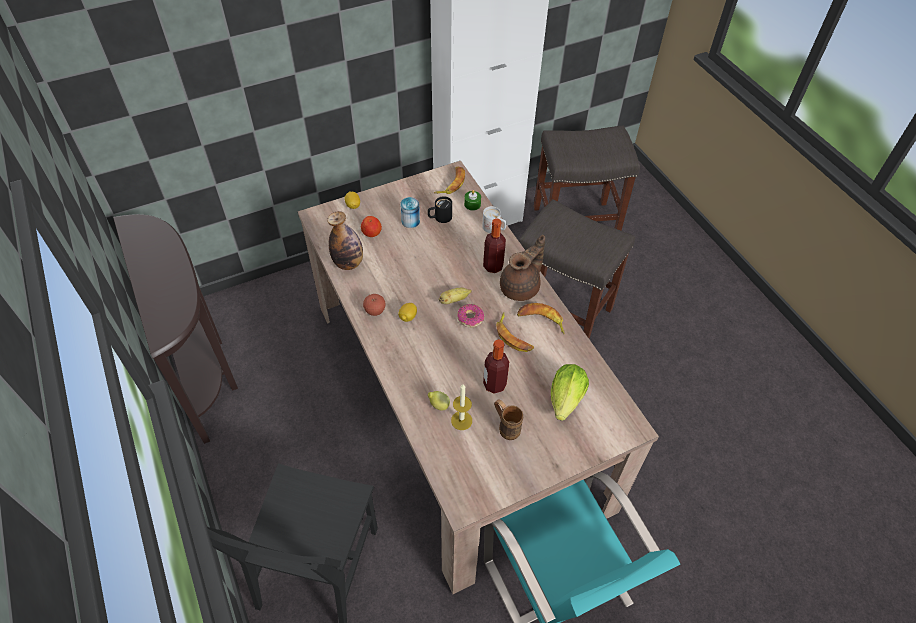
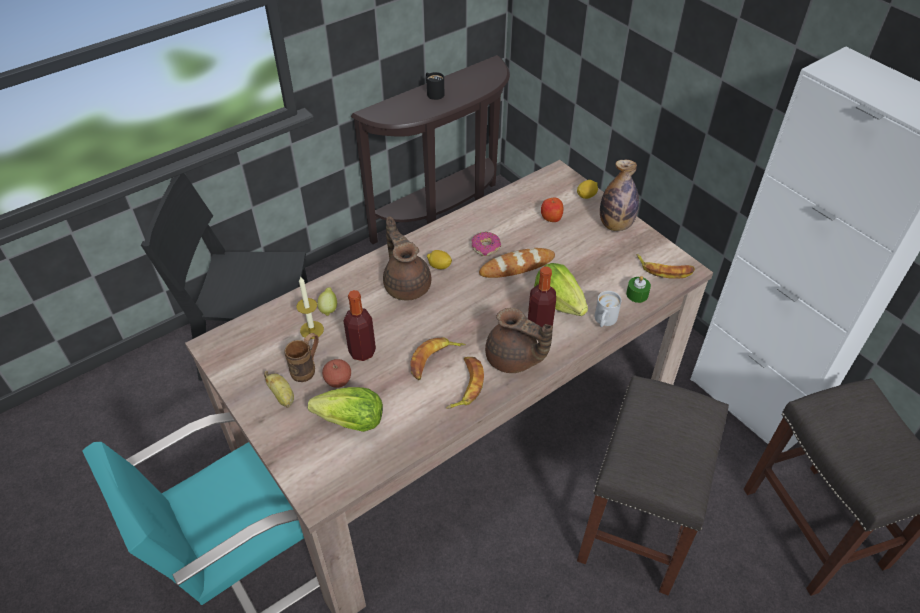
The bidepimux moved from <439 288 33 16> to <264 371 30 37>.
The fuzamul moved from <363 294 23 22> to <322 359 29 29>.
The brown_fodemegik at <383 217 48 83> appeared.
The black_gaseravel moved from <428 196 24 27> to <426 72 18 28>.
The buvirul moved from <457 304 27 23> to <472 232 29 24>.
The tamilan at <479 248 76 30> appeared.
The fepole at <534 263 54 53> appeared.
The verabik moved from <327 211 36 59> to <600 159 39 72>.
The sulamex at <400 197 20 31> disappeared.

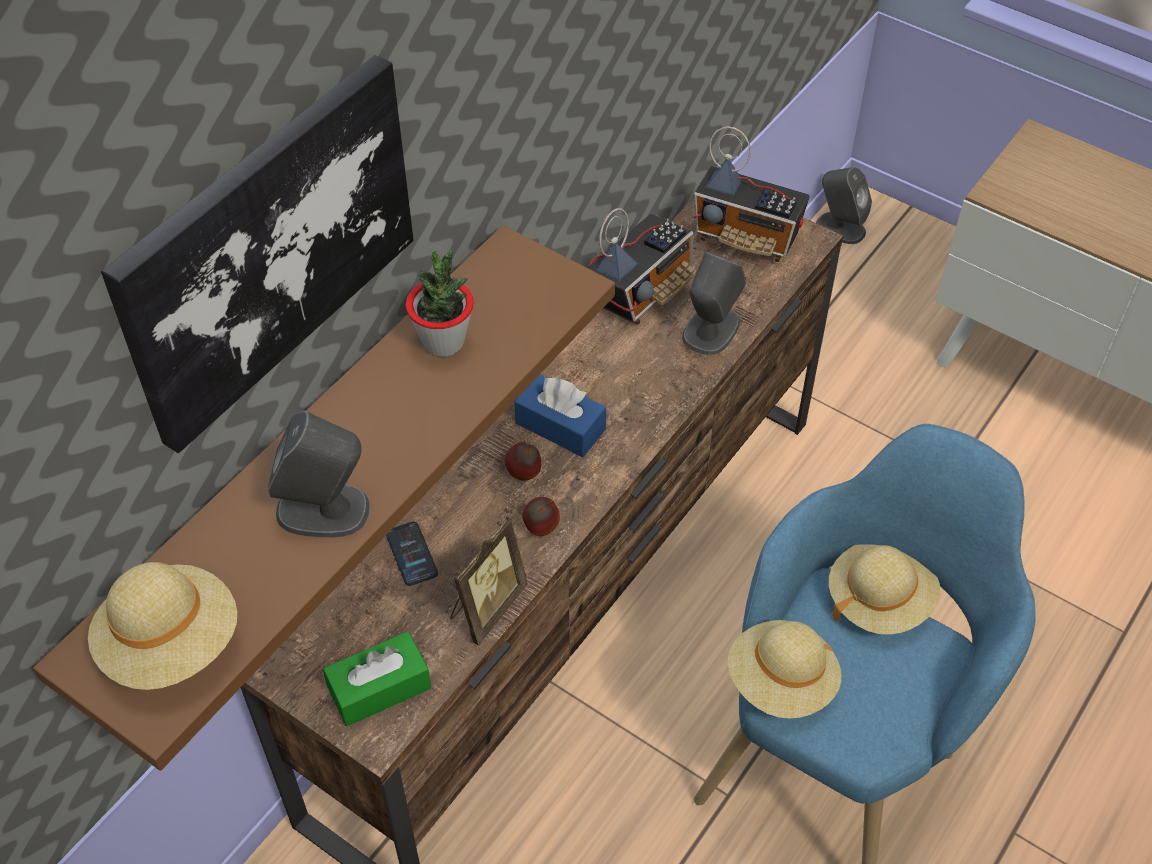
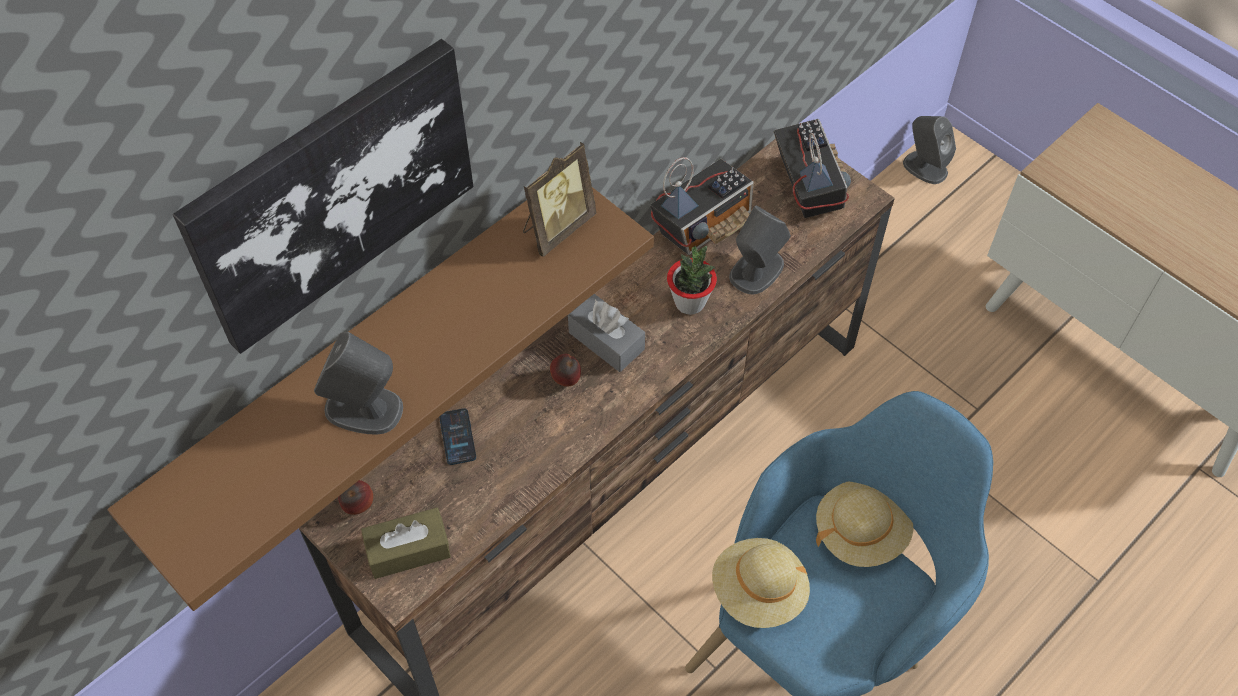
The fuzamul moved from <522 497 38 39> to <338 480 35 35>.
The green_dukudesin at <323 631 108 95> became the brown_dukudesin at <361 508 90 71>.
The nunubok moved from <450 517 77 128> to <523 142 73 115>.
The blue_dukudesin at <514 375 92 82> became the grey_dukudesin at <568 294 77 78>.
The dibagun moved from <406 250 68 107> to <667 246 50 69>.
The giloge at <693 126 117 136> turned 135 degrees counterclockwise.
The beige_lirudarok at <88 562 149 128> disappeared.

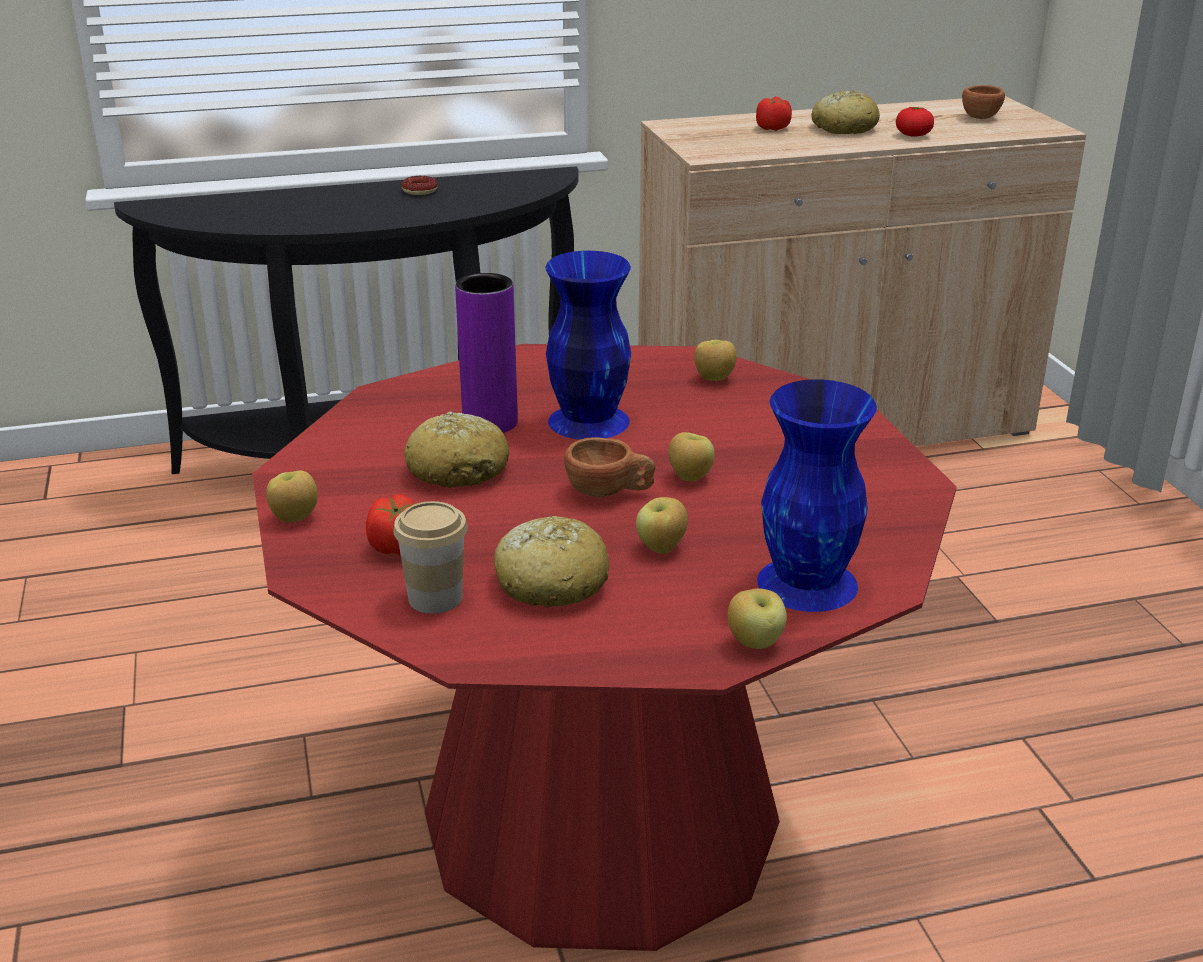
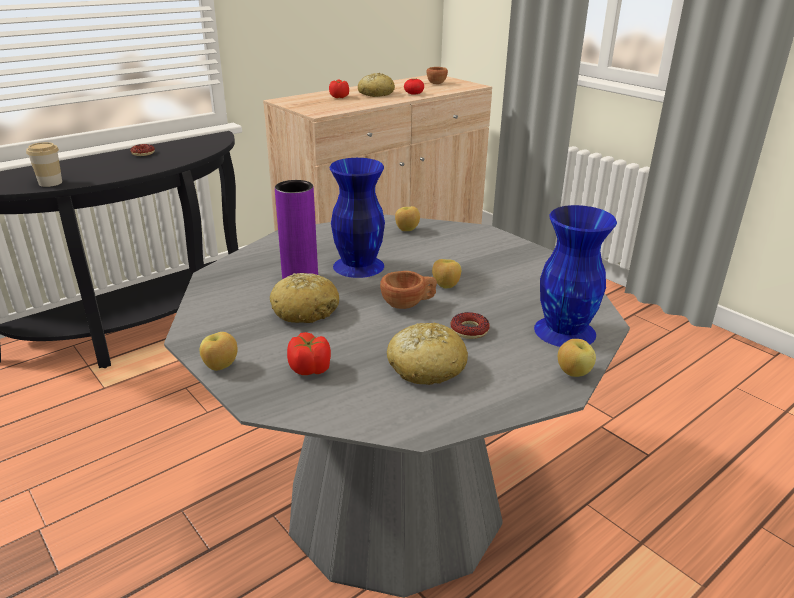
The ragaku moved from <393 501 75 113> to <26 142 36 45>.
The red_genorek at <252 344 705 607> became the grey_genorek at <164 214 466 384>.
The fuzamul at <636 497 52 57> was replaced by the buvirul at <450 312 40 27>.

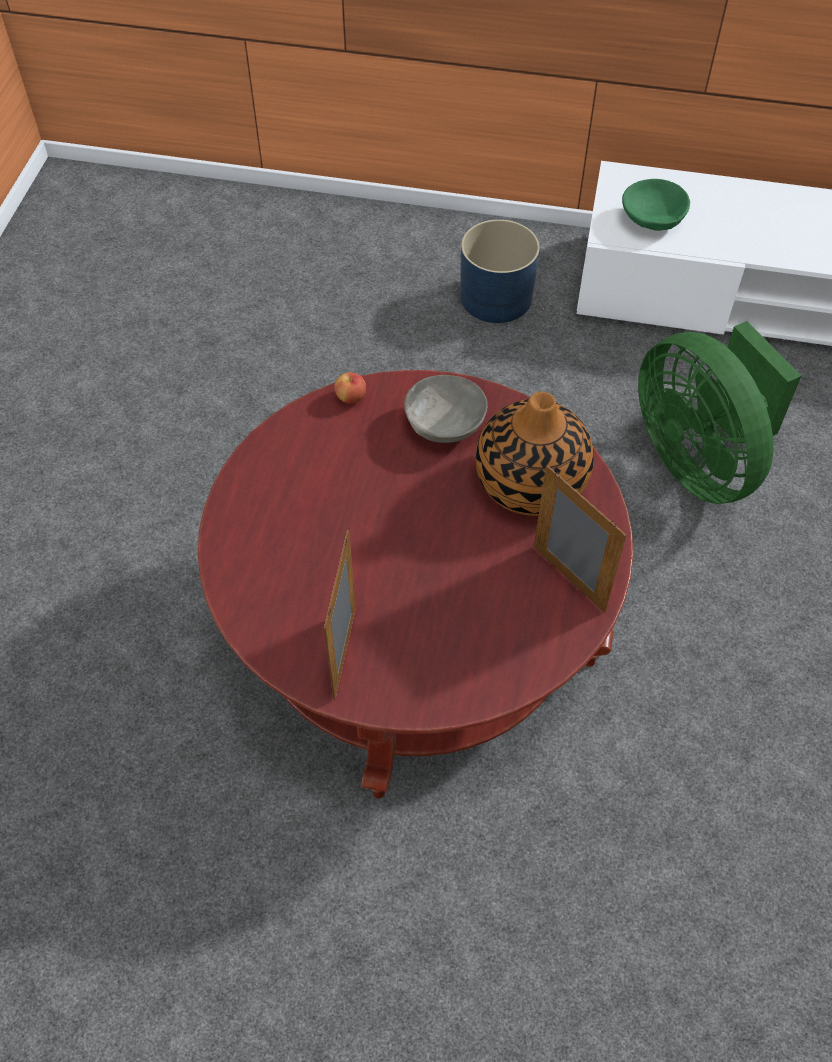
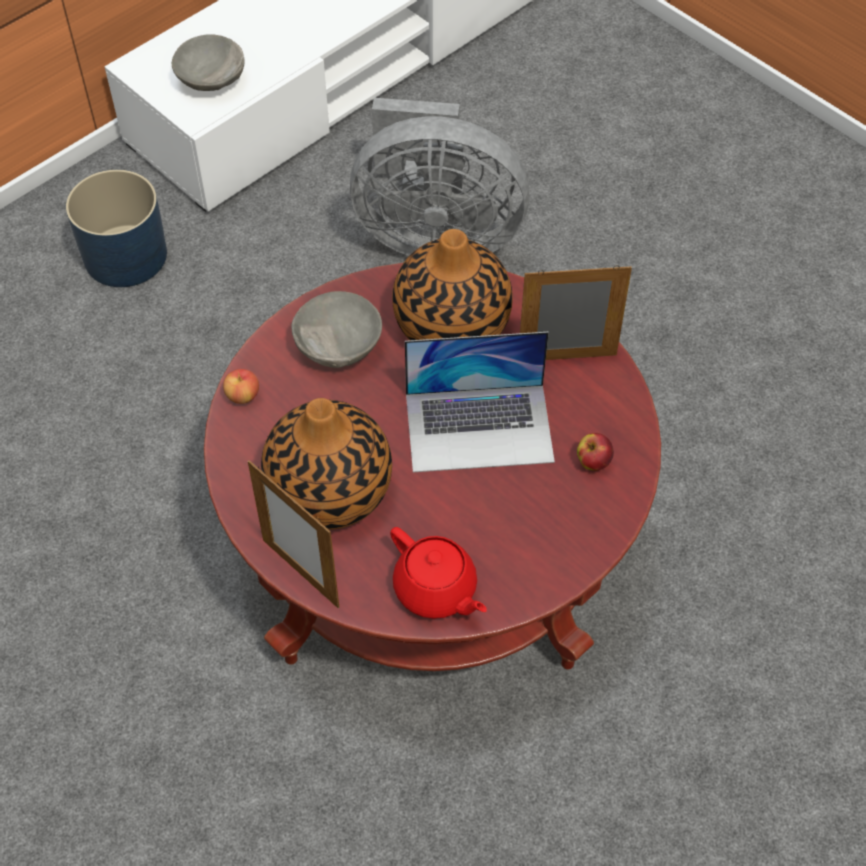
The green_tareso at <622 179 68 52> became the grey_tareso at <172 34 73 57>.
The nunubok moved from <324 530 32 170> to <248 460 91 148>.
The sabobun at <261 398 131 132> appeared.
The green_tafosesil at <638 321 163 183> became the grey_tafosesil at <350 98 180 158>.
The red_fodemegik at <390 527 97 92> appeared.
The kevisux at <405 332 150 140> appeared.
The fuzamul at <577 433 37 38> appeared.

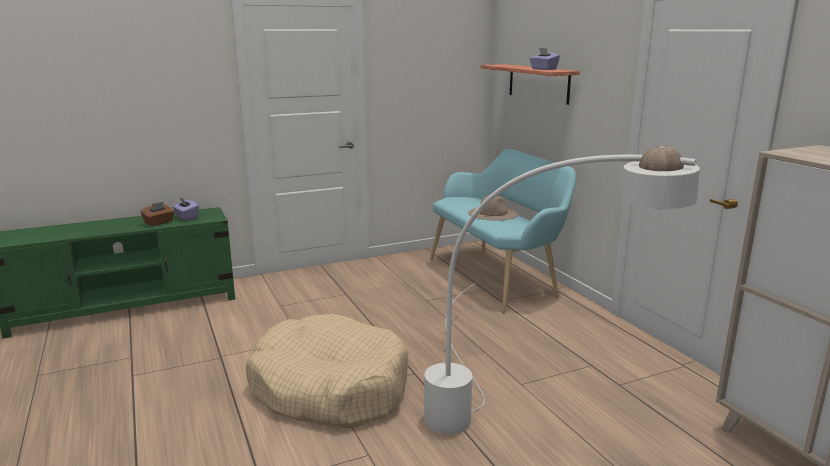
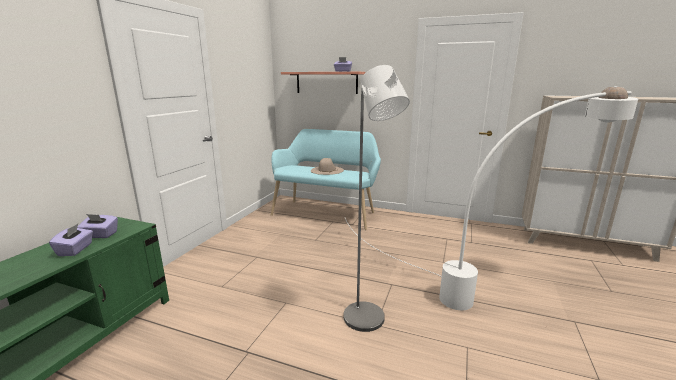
The brown_dukudesin at <140 202 34 24> became the purple_dukudesin at <49 224 44 32>.
The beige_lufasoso at <246 314 162 115> was replaced by the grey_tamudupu at <343 65 67 267>.

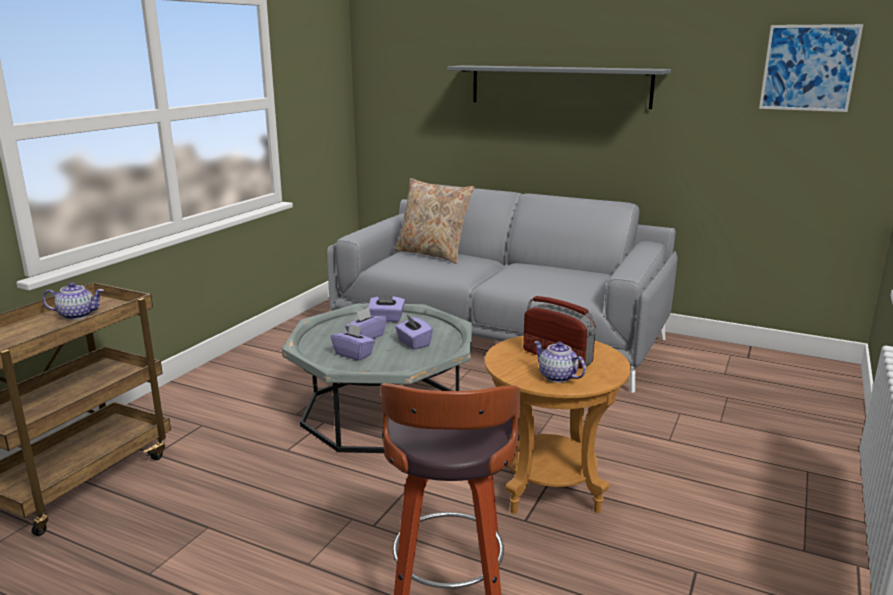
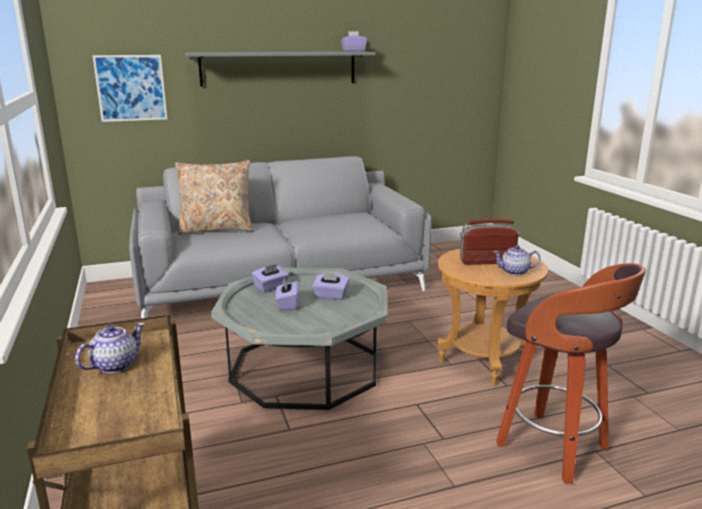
The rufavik moved from <759 24 104 88> to <92 55 75 67>.
The purple_dukudesin moved from <331 323 44 38> to <341 31 26 21>.

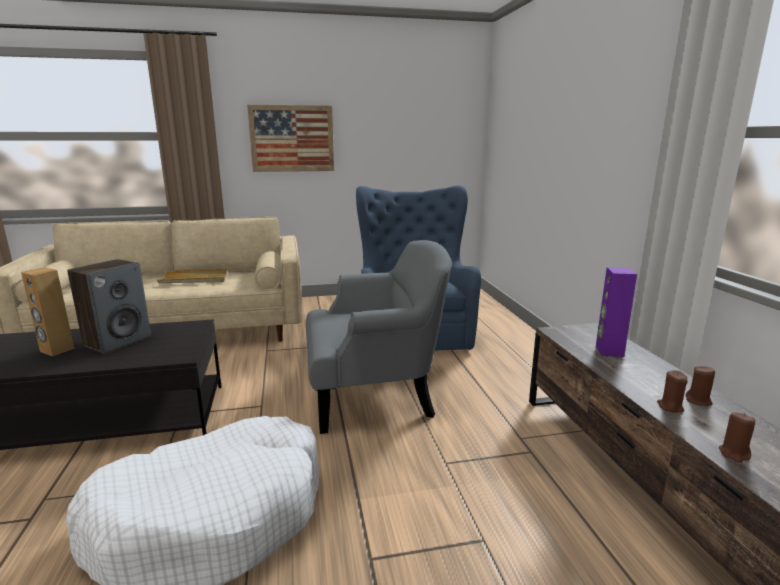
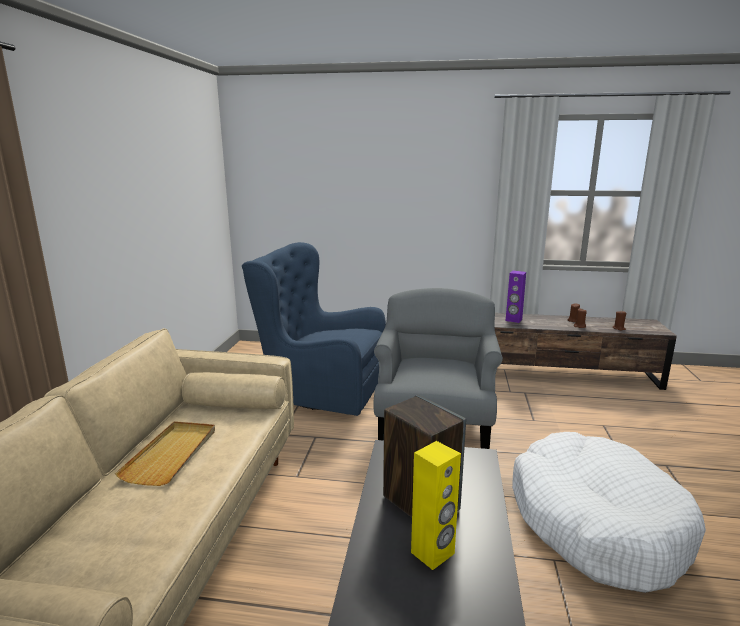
The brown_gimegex at <21 267 53 89> became the yellow_gimegex at <411 441 50 129>.
The rufavik at <247 105 87 67> disappeared.

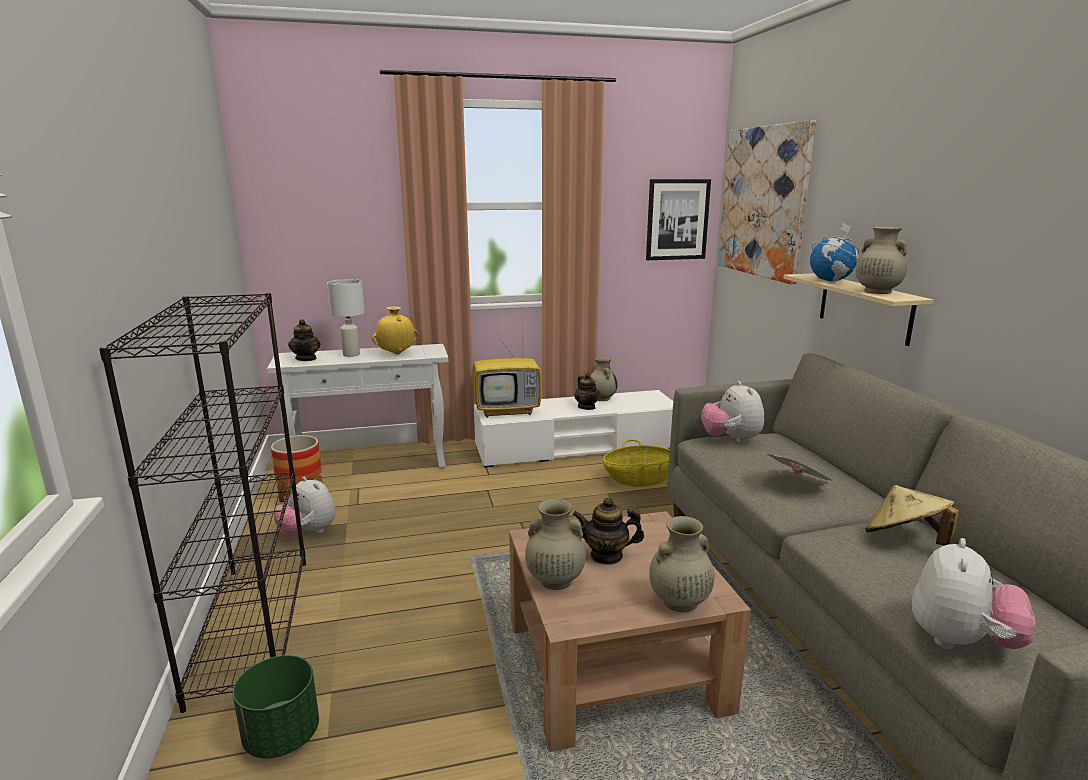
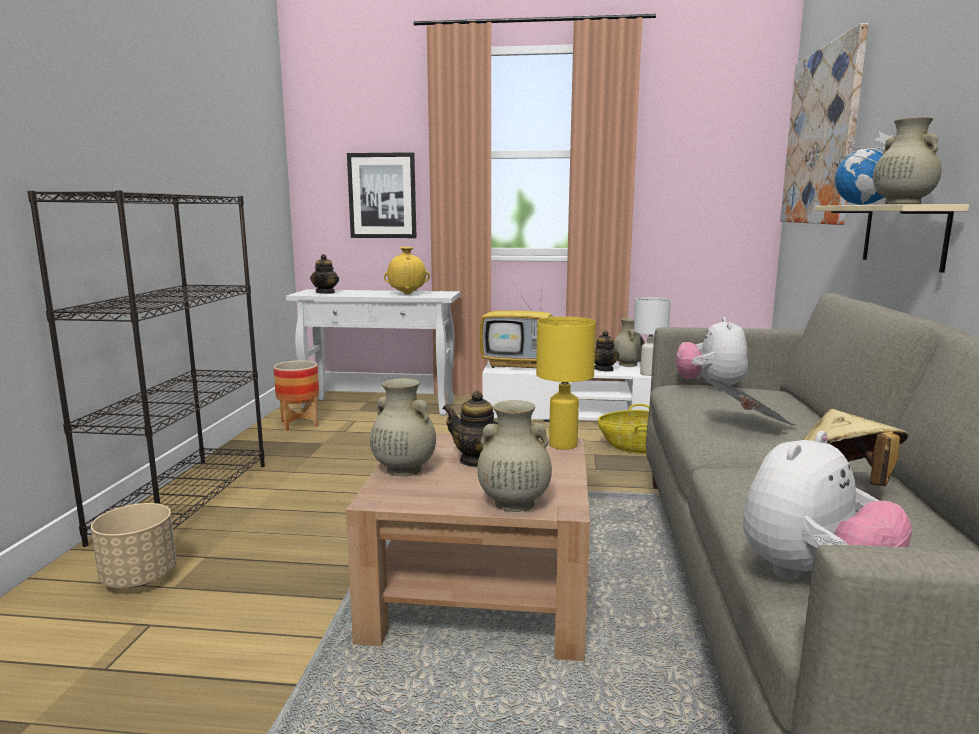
The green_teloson at <233 655 86 104> became the beige_teloson at <91 503 86 85>.
The rufavik moved from <646 179 65 81> to <347 152 70 86>.
The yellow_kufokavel at <536 317 60 133> appeared.
The white_kufokavel moved from <327 279 38 78> to <634 297 37 79>.
The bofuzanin at <274 477 62 59> disappeared.

